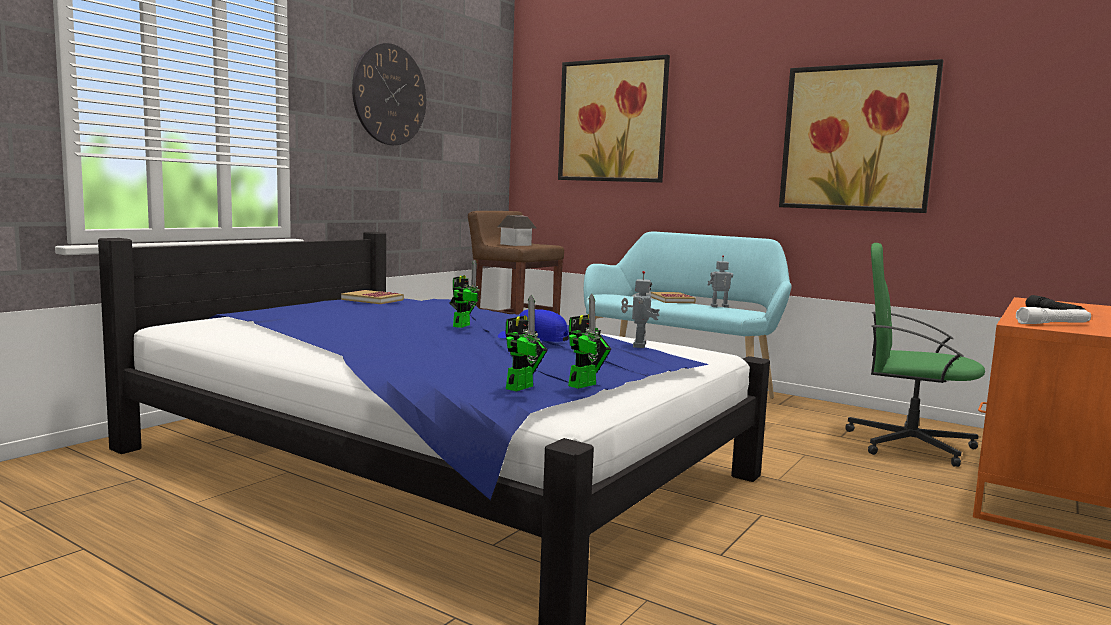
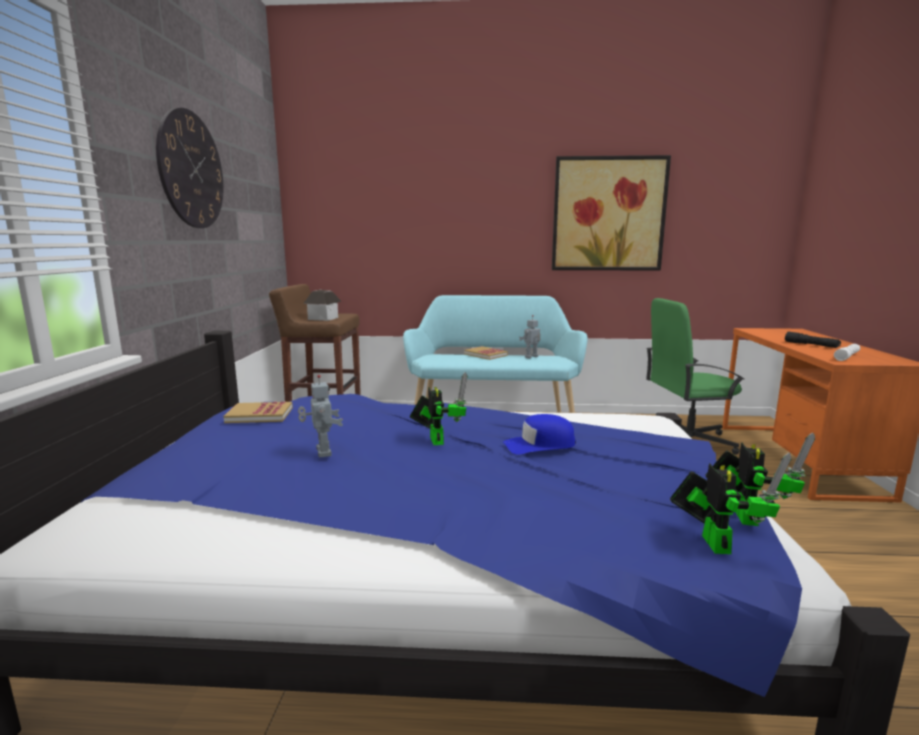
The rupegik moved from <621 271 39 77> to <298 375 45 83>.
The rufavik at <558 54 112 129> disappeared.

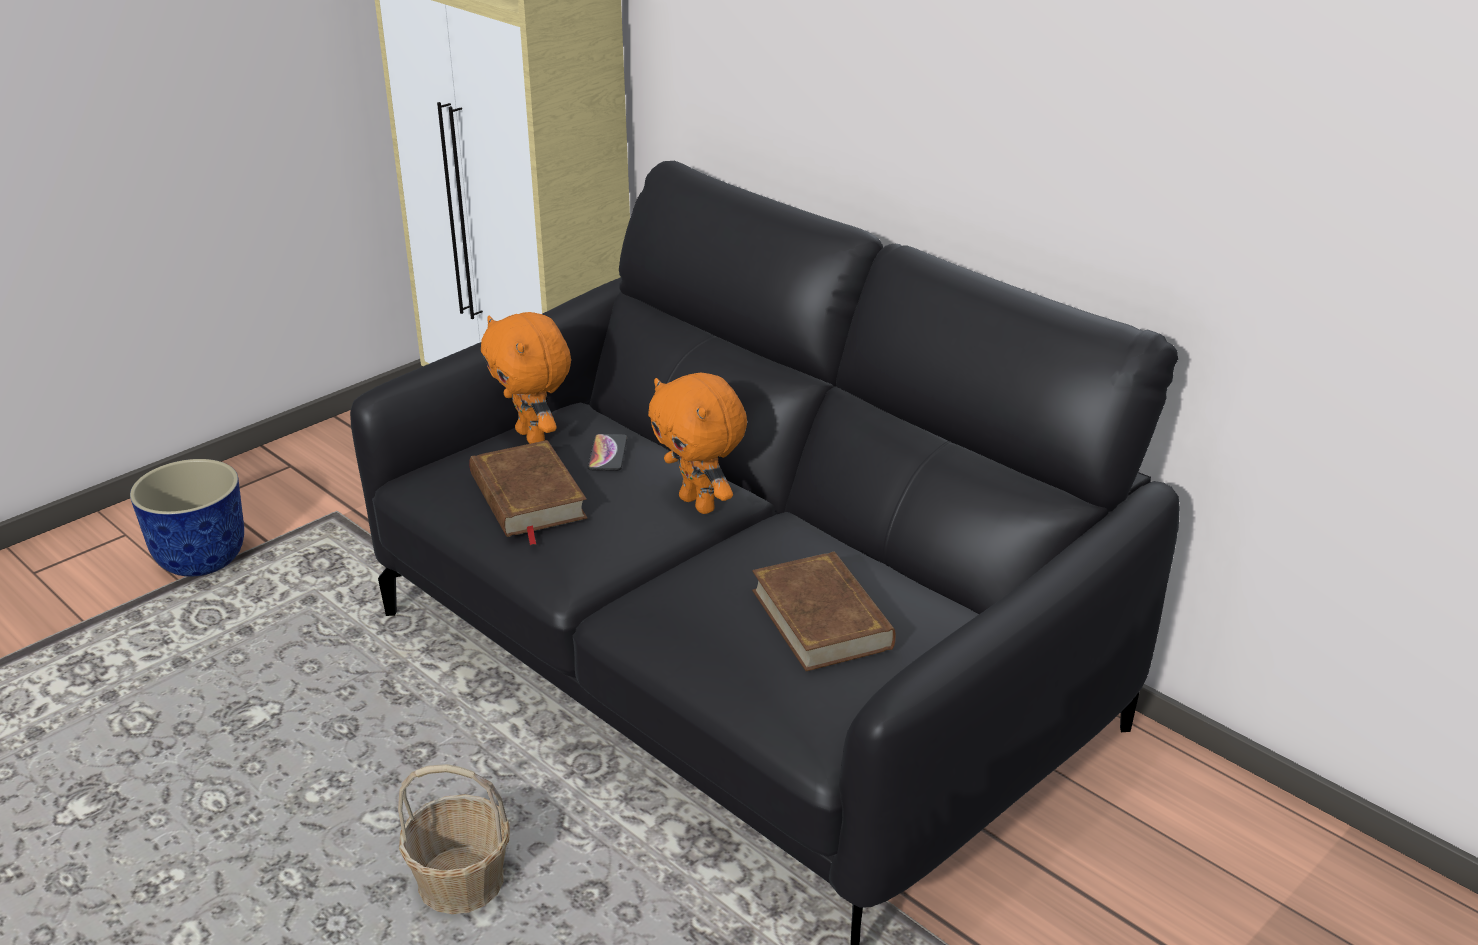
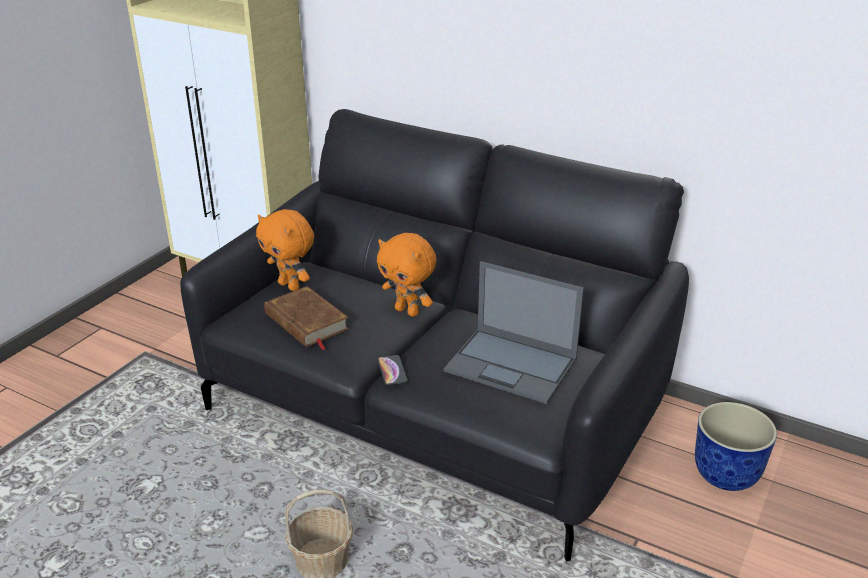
The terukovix moved from <588 434 39 37> to <377 355 31 31>.
The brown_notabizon at <752 551 144 120> was replaced by the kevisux at <444 261 140 143>.
The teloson moved from <130 459 114 117> to <695 402 82 89>.

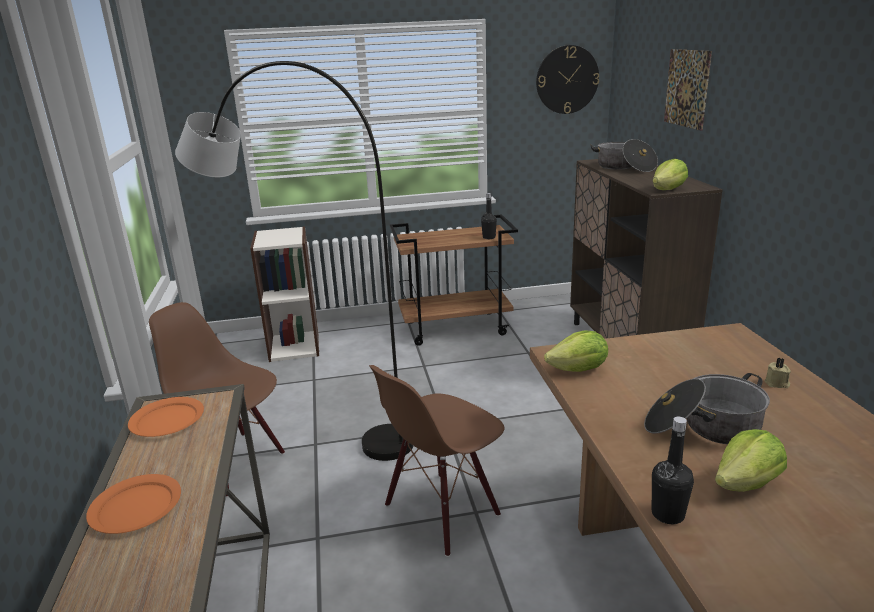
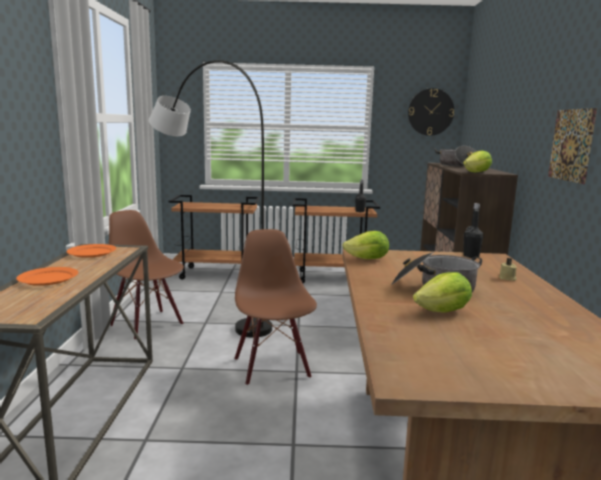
The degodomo at <250 226 69 136> was replaced by the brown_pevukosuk at <168 195 91 85>.
The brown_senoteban at <369 365 135 192> turned 105 degrees clockwise.
The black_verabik moved from <652 417 42 107> to <463 203 20 55>.
The rufavik moved from <664 49 48 82> to <548 108 49 76>.

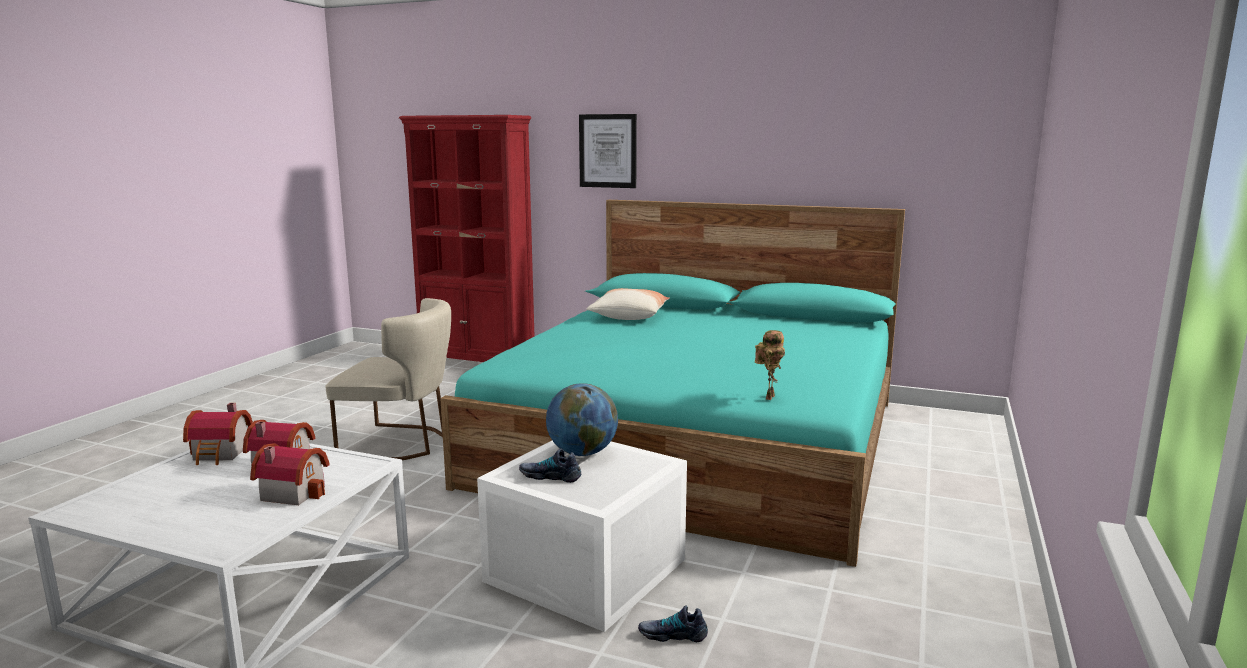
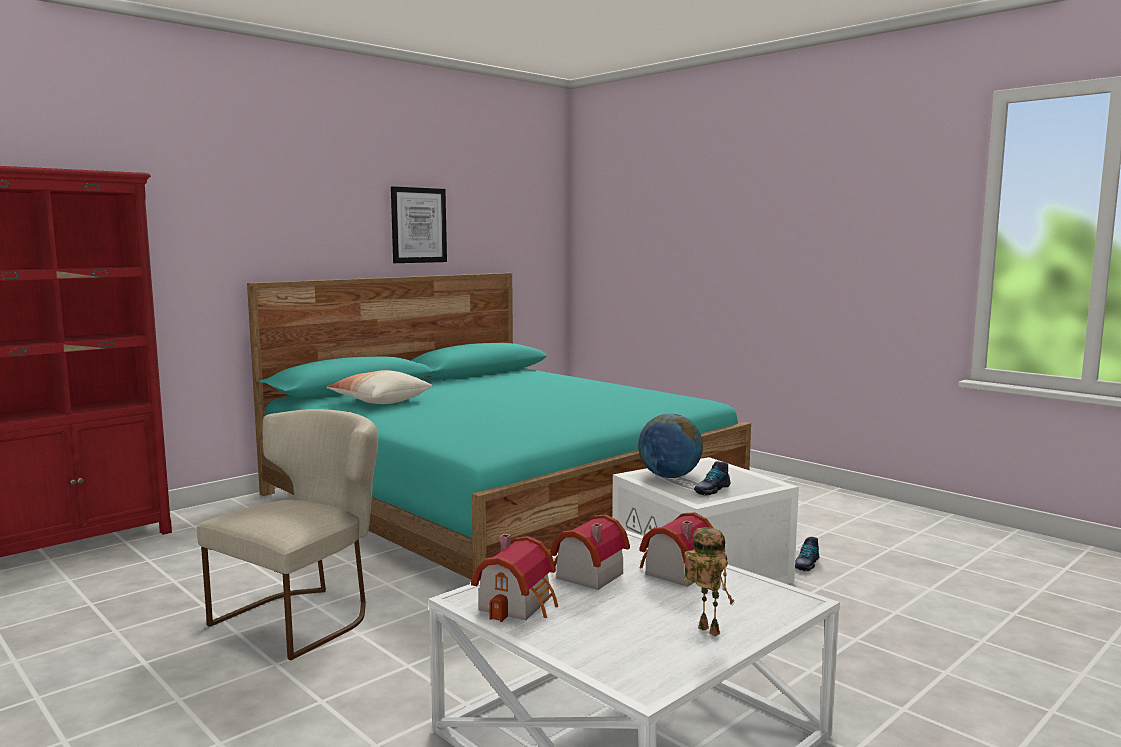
The rufavik moved from <579 114 58 74> to <391 186 56 77>.
The rupegik moved from <755 330 30 70> to <684 527 50 109>.

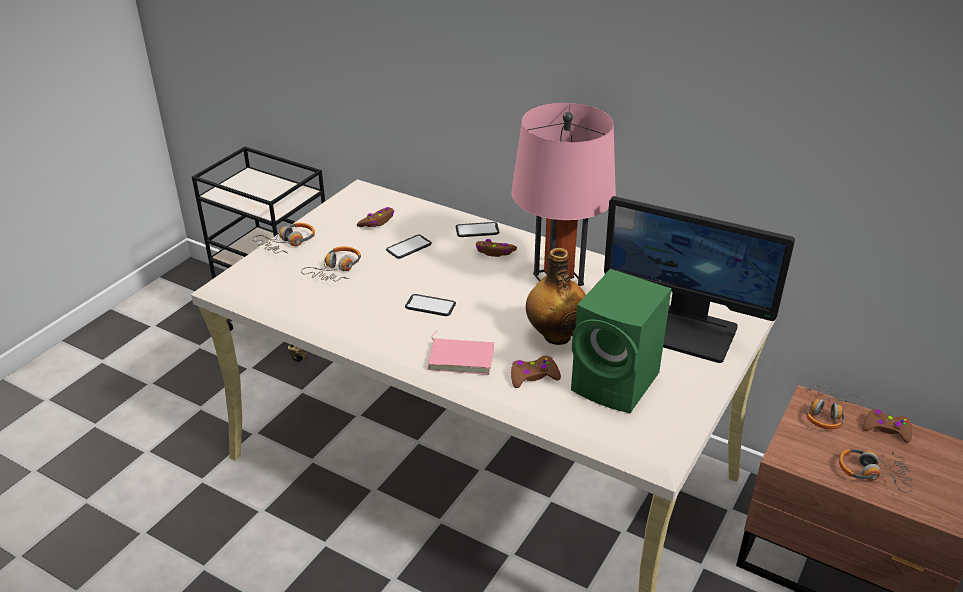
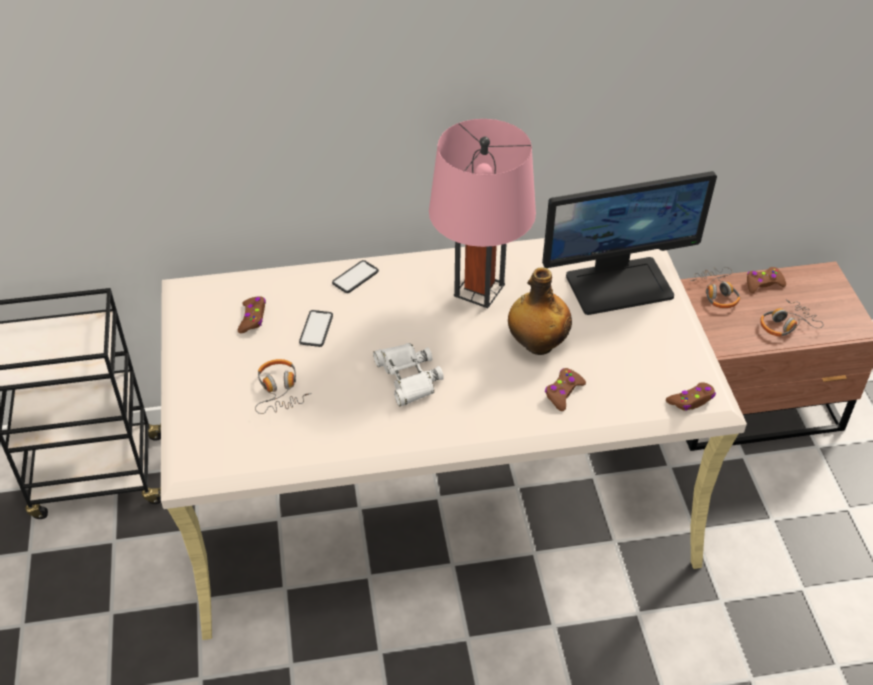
The terukovix at <405 294 51 22> was replaced by the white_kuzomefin at <373 343 71 63>.
The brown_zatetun moved from <476 239 41 18> to <666 382 50 29>.
The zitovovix at <253 223 62 31> disappeared.
The pink_notabizon at <427 331 67 44> disappeared.
The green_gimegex at <571 269 101 144> disappeared.

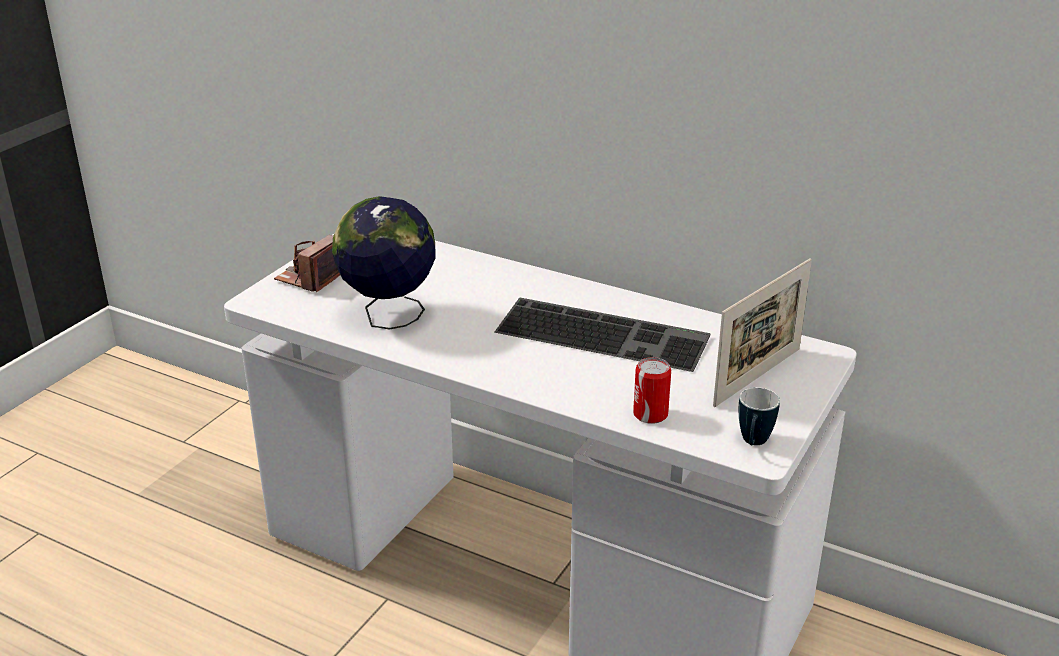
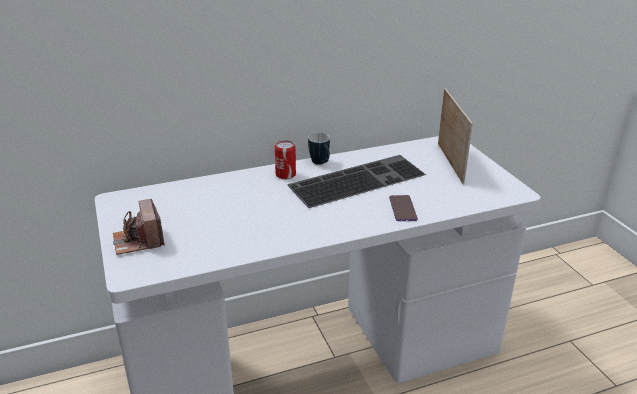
The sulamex moved from <633 357 38 67> to <275 140 21 39>.
The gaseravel moved from <739 387 41 58> to <308 133 22 32>.
The terukovix at <389 195 29 26> appeared.
The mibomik at <332 196 103 133> disappeared.

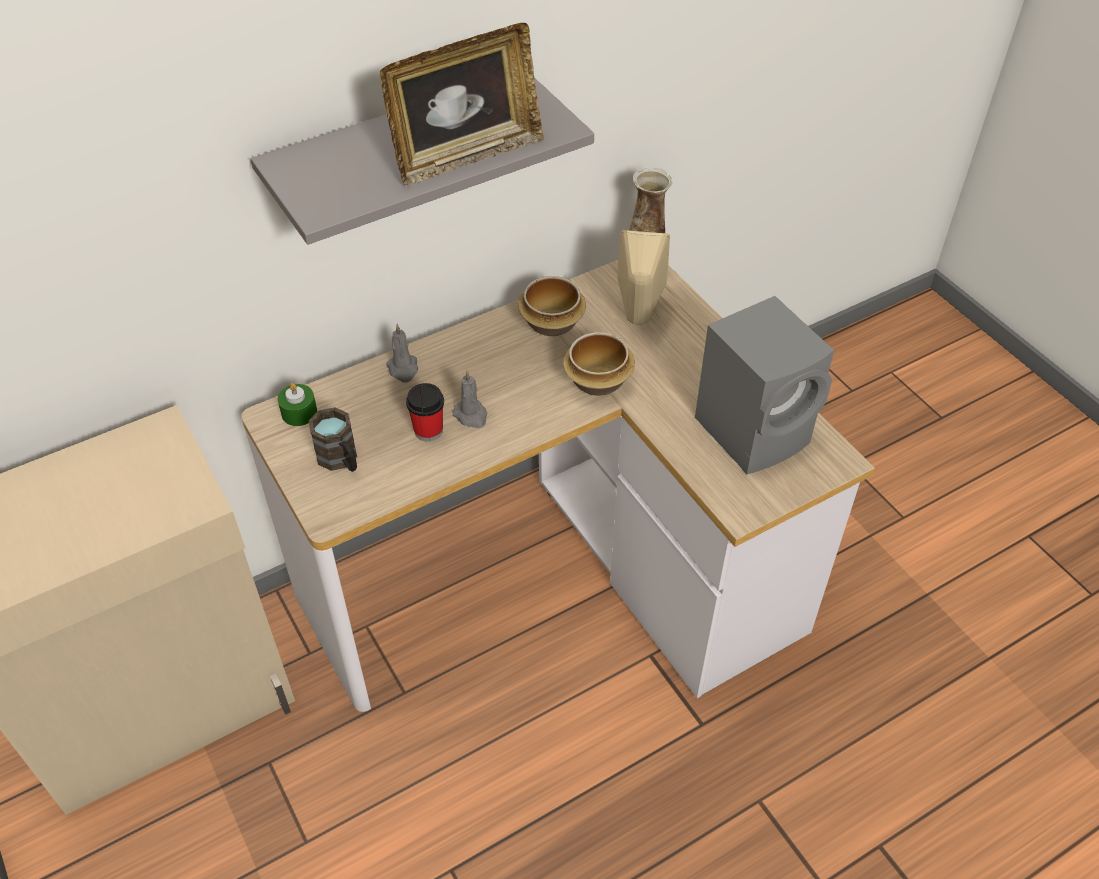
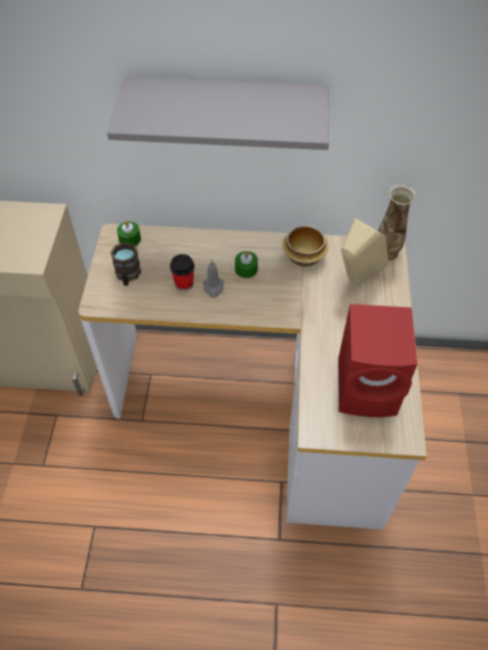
The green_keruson at <235 251 23 27> appeared.
The grey_gimegex at <695 296 139 178> became the red_gimegex at <338 304 80 113>.
The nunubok at <380 23 164 162> disappeared.
The grey_keruson at <386 324 32 59> disappeared.
The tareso at <563 332 72 64> disappeared.

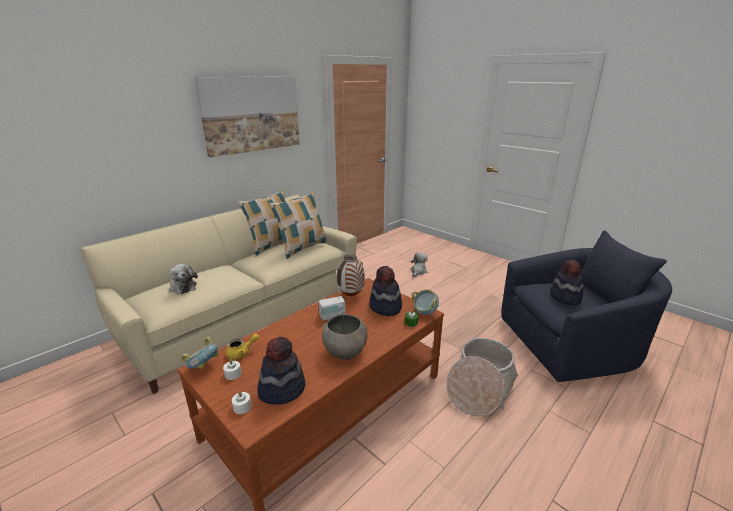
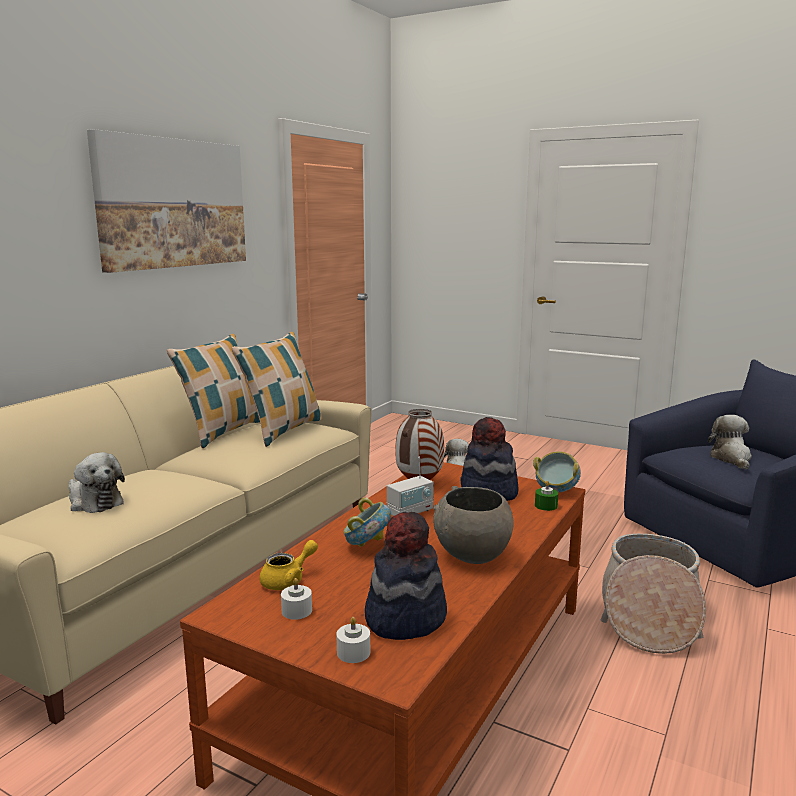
The tareso moved from <181 337 38 32> to <343 498 48 49>.
The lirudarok at <550 260 34 46> was replaced by the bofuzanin at <708 415 43 55>.

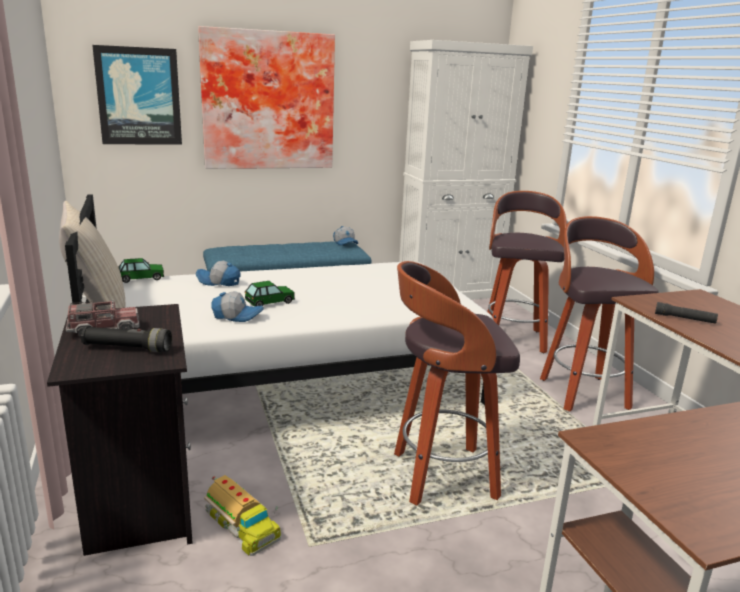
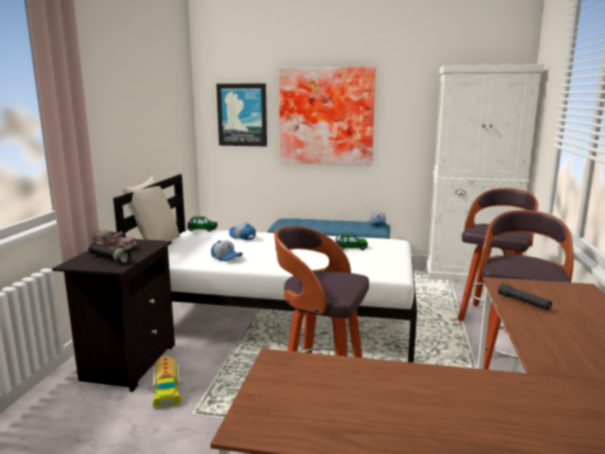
The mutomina moved from <245 281 50 25> to <336 233 32 17>.

